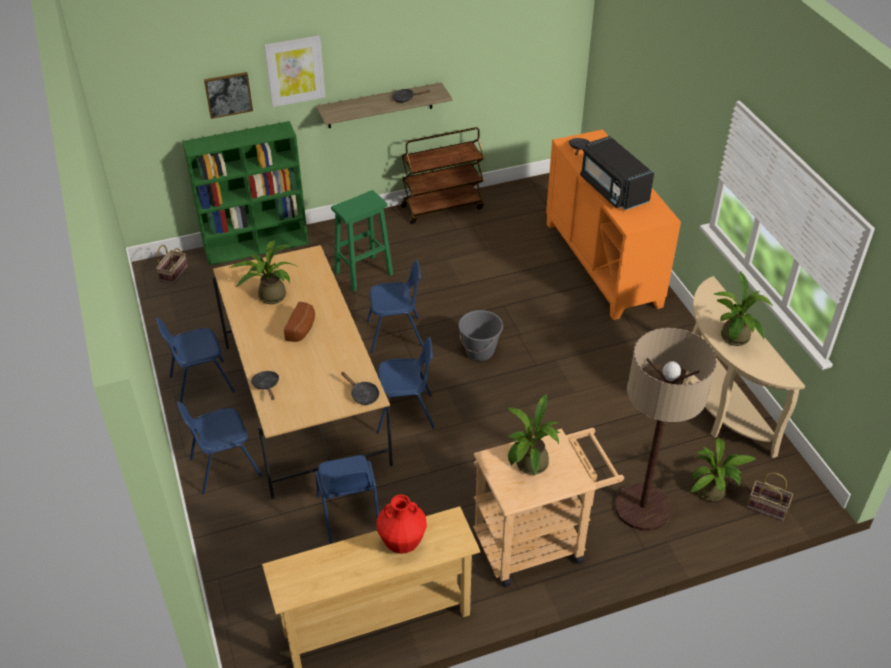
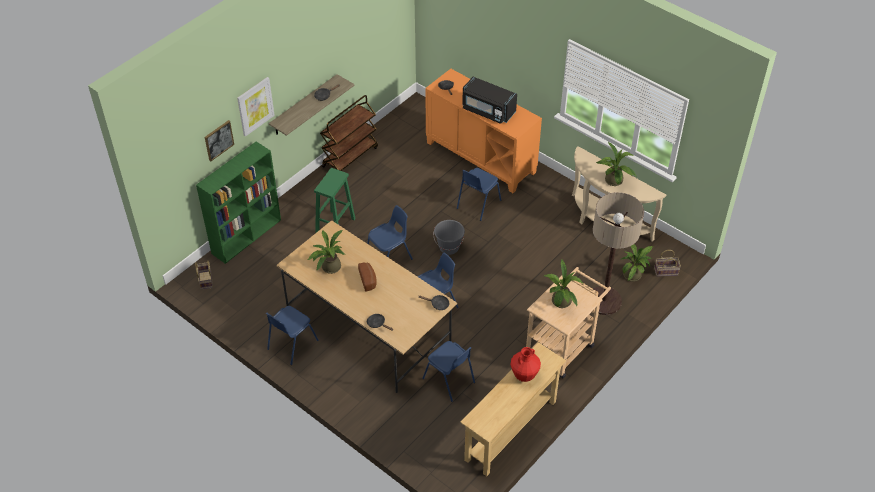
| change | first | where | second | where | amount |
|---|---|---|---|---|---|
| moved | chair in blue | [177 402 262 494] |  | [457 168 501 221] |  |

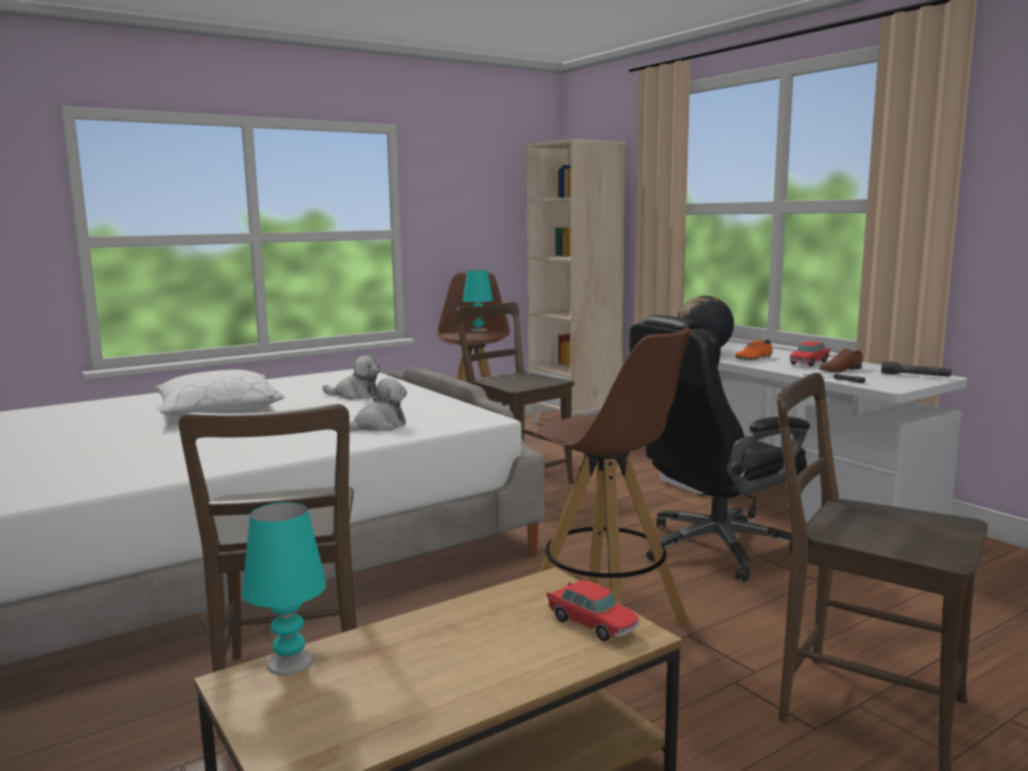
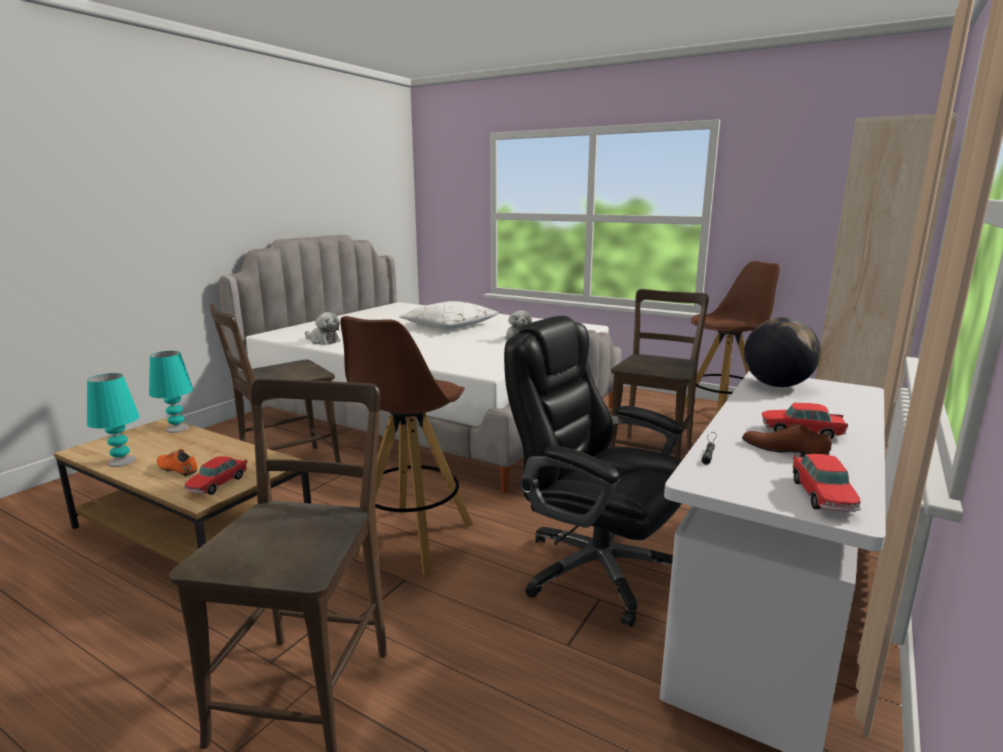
| change | first | where | second | where | amount |
|---|---|---|---|---|---|
| moved | table lamp in turquoise | [463 270 493 332] |  | [87 373 139 467] |  |
| moved | shoe in orange | [735 338 772 361] |  | [157 449 197 477] |  |
| moved | plush toy | [349 378 407 431] |  | [305 312 341 345] |  |
| replaced | flashlight in grey | [881 361 952 377] | toy car | [792 454 861 512] |  |

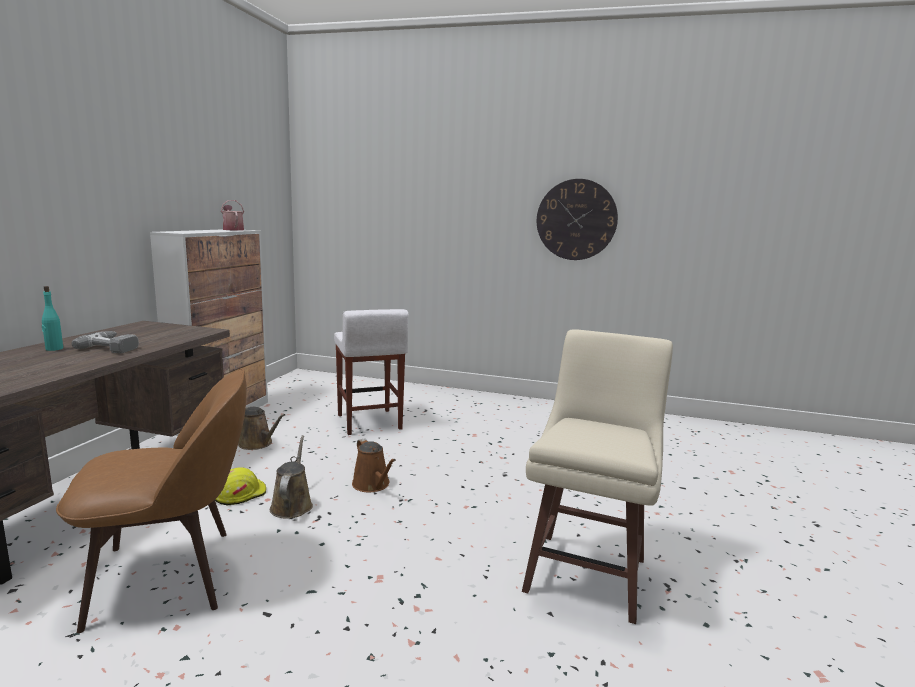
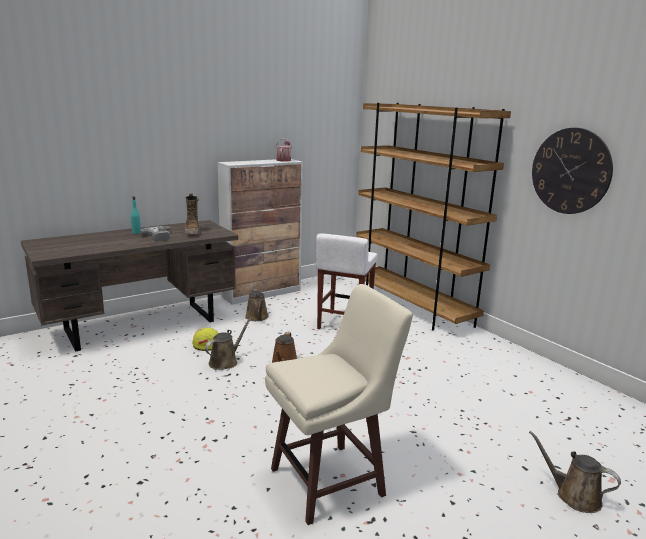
| change | first | where | second | where | amount |
|---|---|---|---|---|---|
| added |  |  | boot | [185 194 200 235] |  |
| added |  |  | bookcase in brown | [356 103 511 330] |  |
| added |  |  | watering can in brown | [529 431 621 513] |  |
| removed | chair in brown | [56 369 247 633] |  |  |  |

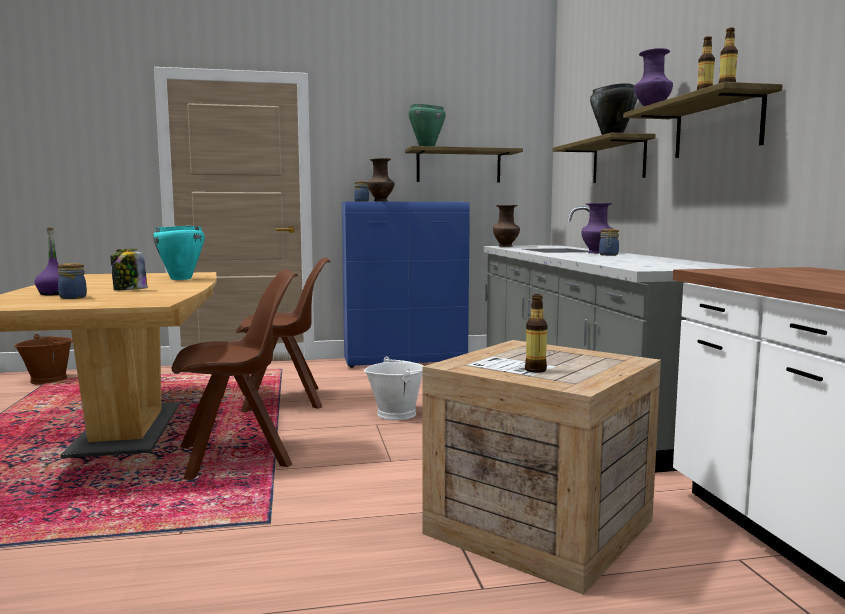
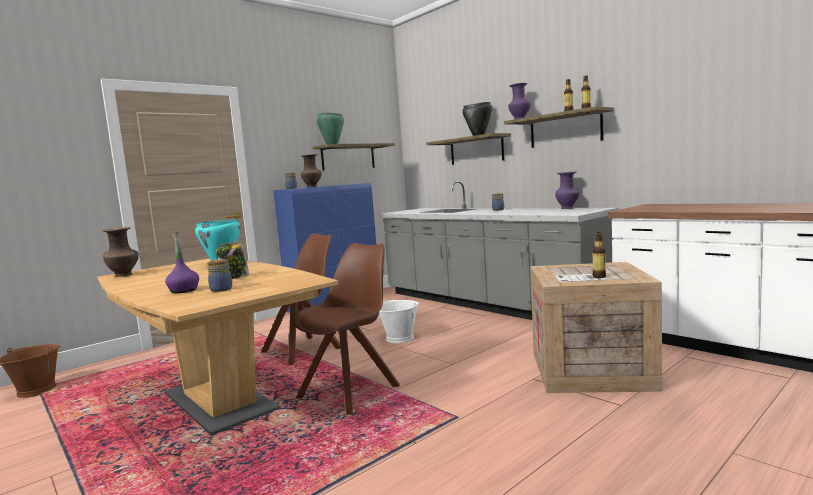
| change | first | where | second | where | amount |
|---|---|---|---|---|---|
| moved | vase in brown | [493 205 520 247] |  | [103 227 139 277] |  |
| moved | vase in purple | [581 203 613 254] |  | [555 172 580 209] |  |

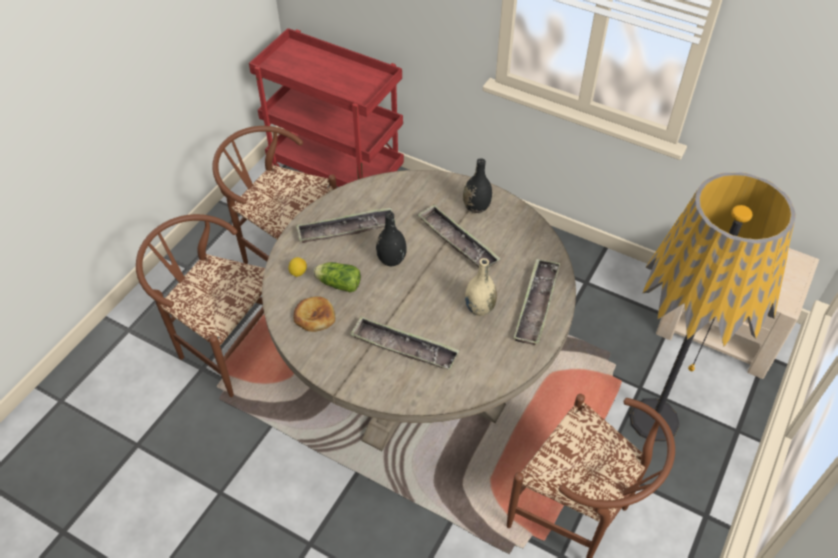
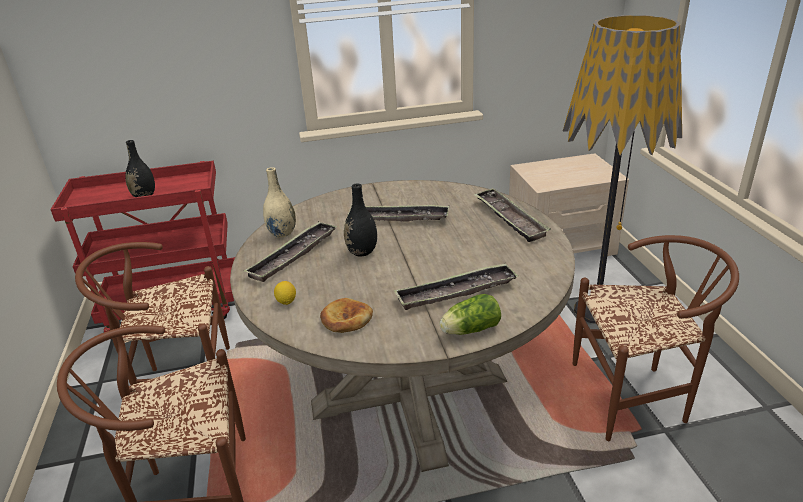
| change | first | where | second | where | amount |
|---|---|---|---|---|---|
| moved | vase in black | [463 158 492 213] |  | [126 140 155 197] |  |
| moved | vase in beige | [465 258 497 316] |  | [263 167 296 238] |  |
| moved | lettuce | [313 262 361 292] |  | [439 294 501 335] |  |

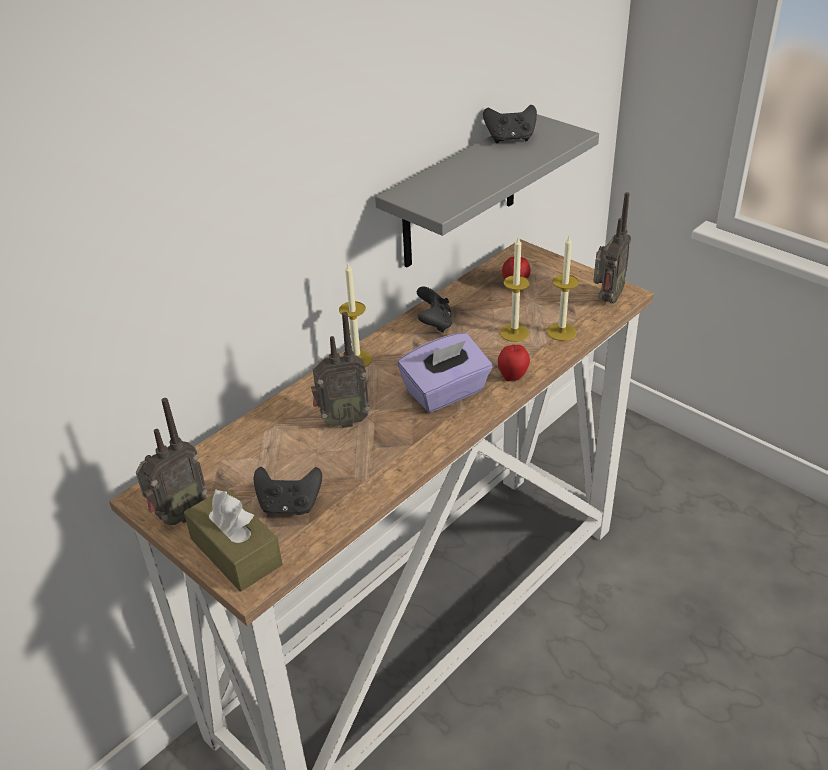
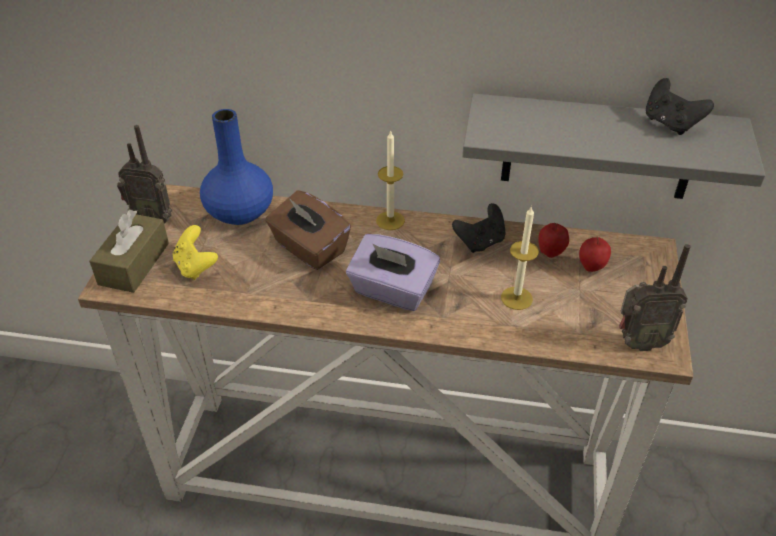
| change | first | where | second | where | amount |
|---|---|---|---|---|---|
| recoloured | game controller in black | [254 467 322 515] | game controller in yellow | [173 225 218 280] |  |
| added |  |  | vase in blue | [200 109 273 225] |  |
| replaced | radio | [311 312 370 428] | tissue box in brown | [265 190 351 270] |  |
| moved | apple | [498 345 530 381] |  | [539 223 569 258] |  |
| removed | candle | [547 236 579 341] |  |  |  |

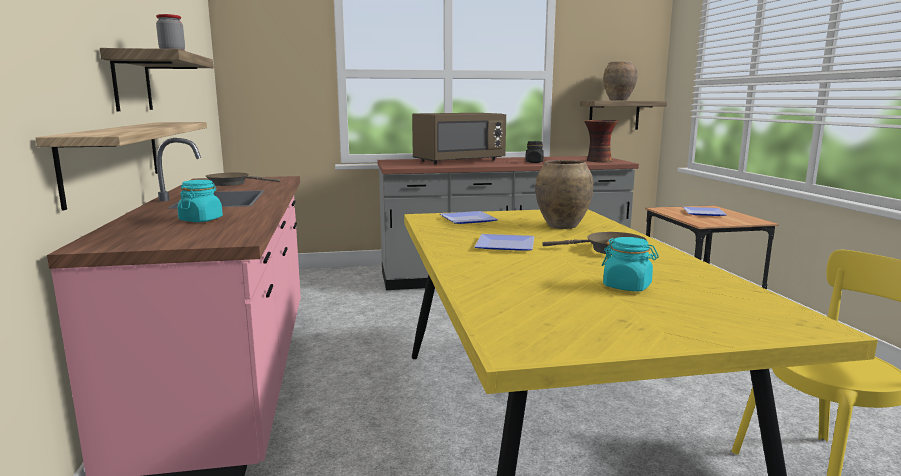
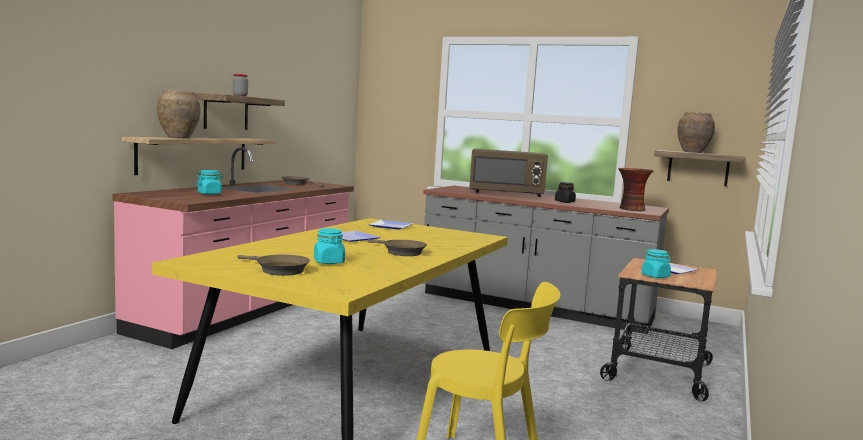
| change | first | where | second | where | amount |
|---|---|---|---|---|---|
| moved | vase in brown | [535 160 594 229] |  | [157 90 201 138] |  |
| added |  |  | frying pan in brown | [237 254 310 276] |  |
| added |  |  | jar in turquoise | [641 249 671 278] |  |

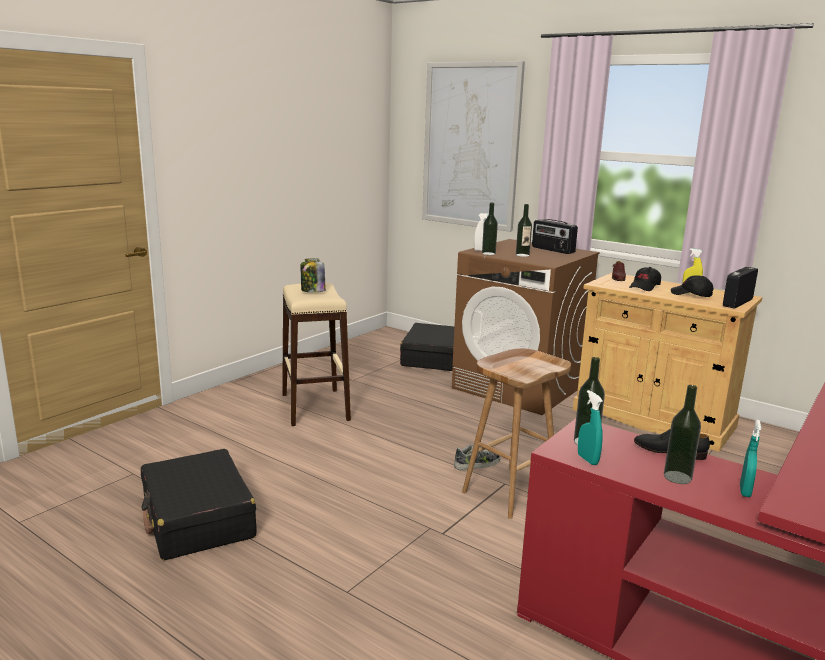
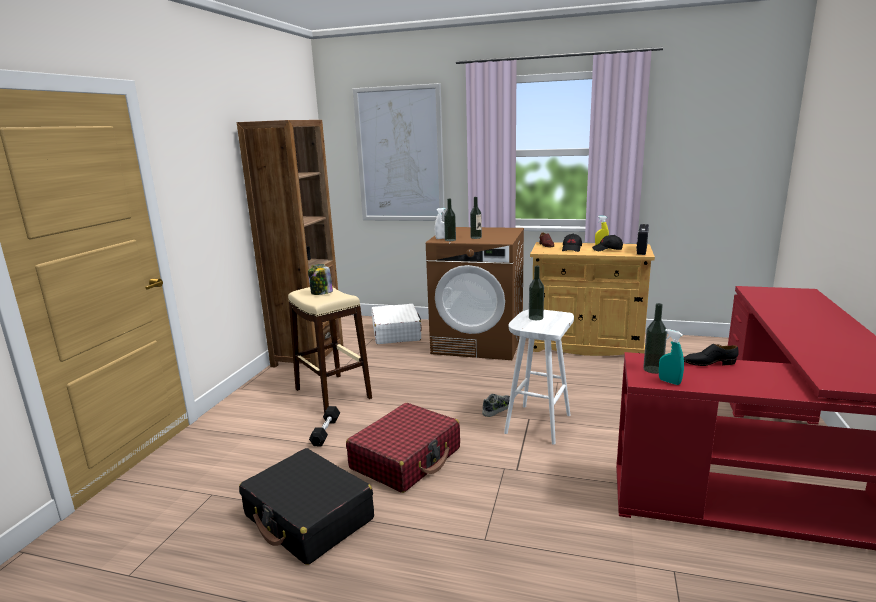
| change | first | where | second | where | amount |
|---|---|---|---|---|---|
| added |  |  | bookcase in brown | [237 120 343 368] |  |
| added |  |  | dumbbell in black | [309 406 340 447] |  |
| added |  |  | suitcase in red | [346 403 460 493] |  |
| recoloured | suitcase in black | [400 323 454 371] | suitcase in white | [371 304 422 344] |  |
| recoloured | stool in brown | [462 348 571 519] | stool in white | [504 310 574 445] |  |
| moved | bottle | [664 385 701 484] |  | [529 266 544 320] |  |
| removed | radio | [532 219 578 254] |  |  |  |
| removed | spray bottle in turquoise | [740 420 761 497] |  |  |  |

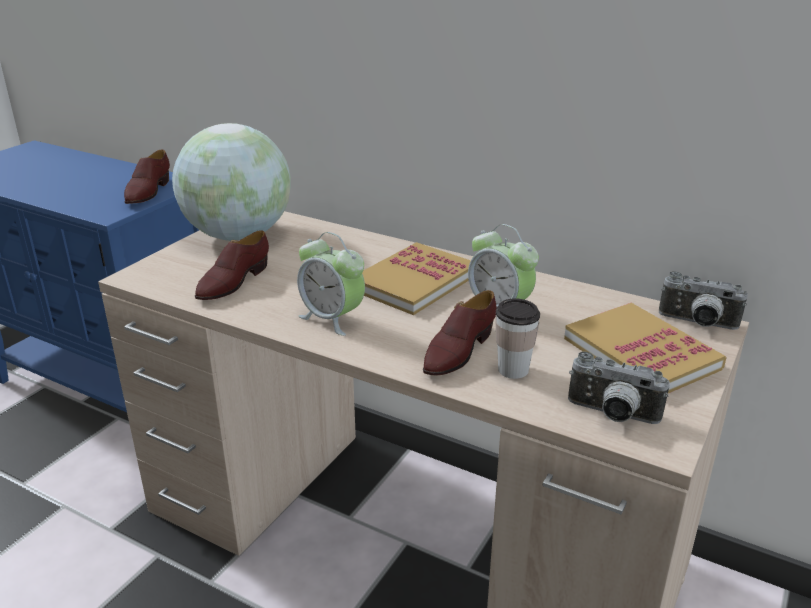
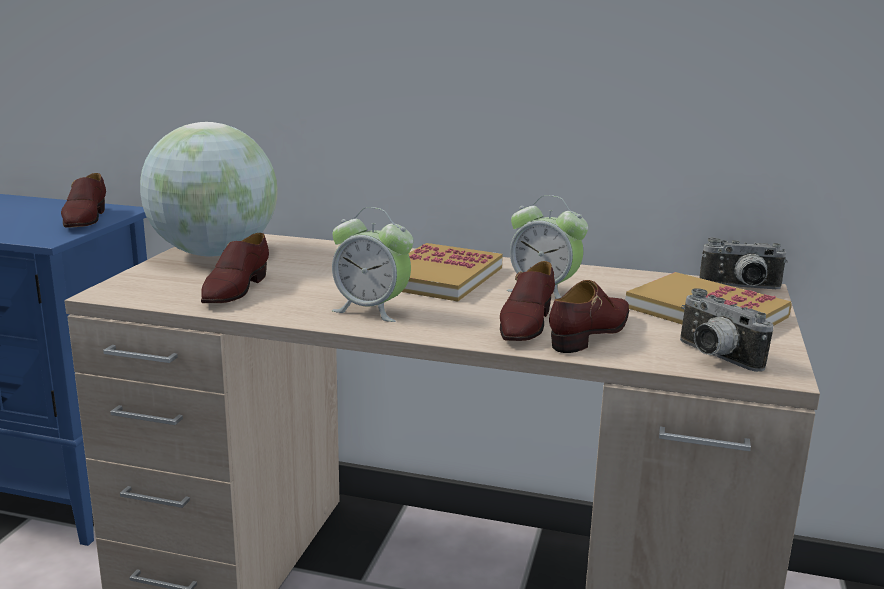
| change | first | where | second | where | amount |
|---|---|---|---|---|---|
| replaced | cup | [495 298 540 379] | shoe in brown | [549 280 629 353] |  |
| turned | photo camera | [568 351 670 424] |  | [680 288 773 372] | 45 degrees clockwise |

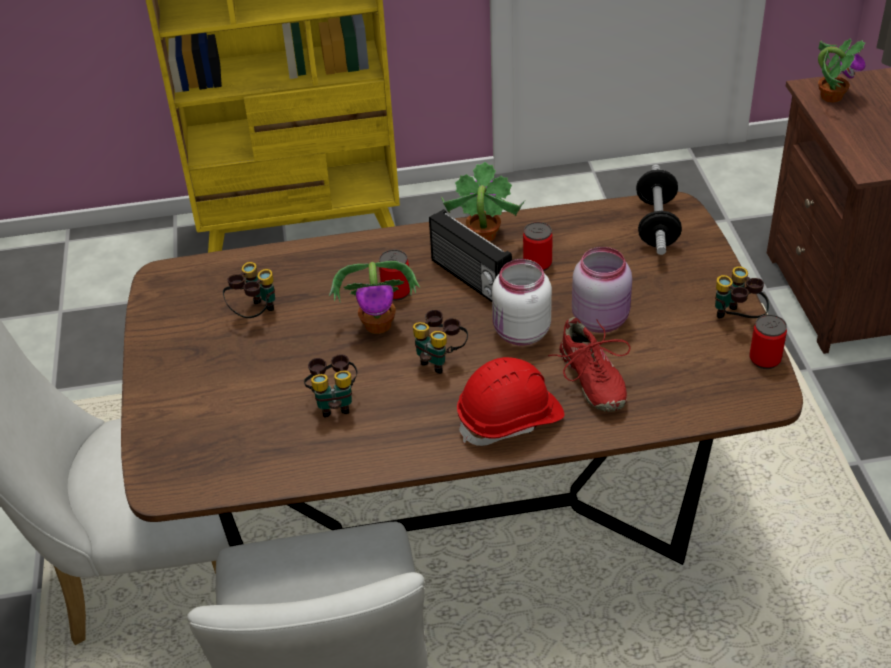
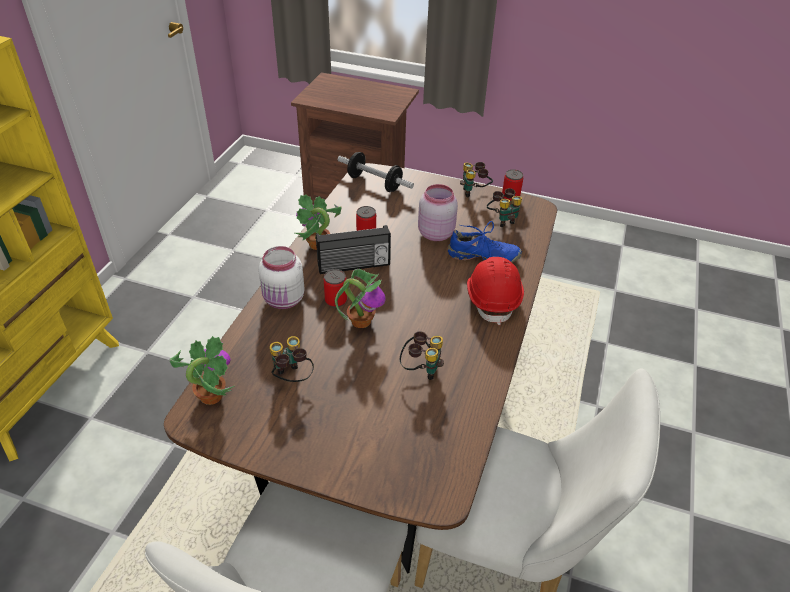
| change | first | where | second | where | amount |
|---|---|---|---|---|---|
| moved | potted plant | [818 39 866 102] |  | [169 336 234 405] |  |
| moved | jar in white | [492 259 552 345] |  | [258 246 305 309] |  |
| recoloured | shoe in red | [548 317 631 412] | shoe in blue | [448 221 522 262] |  |
| moved | binoculars | [413 310 468 374] |  | [487 188 522 227] |  |

